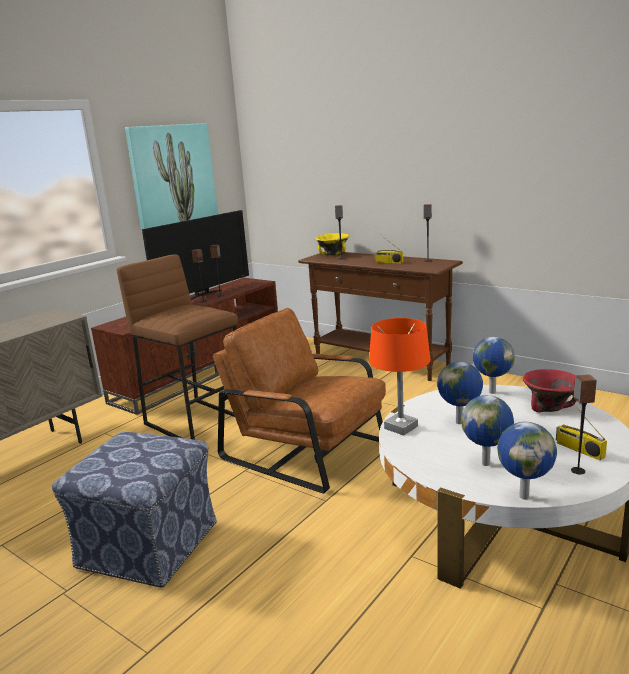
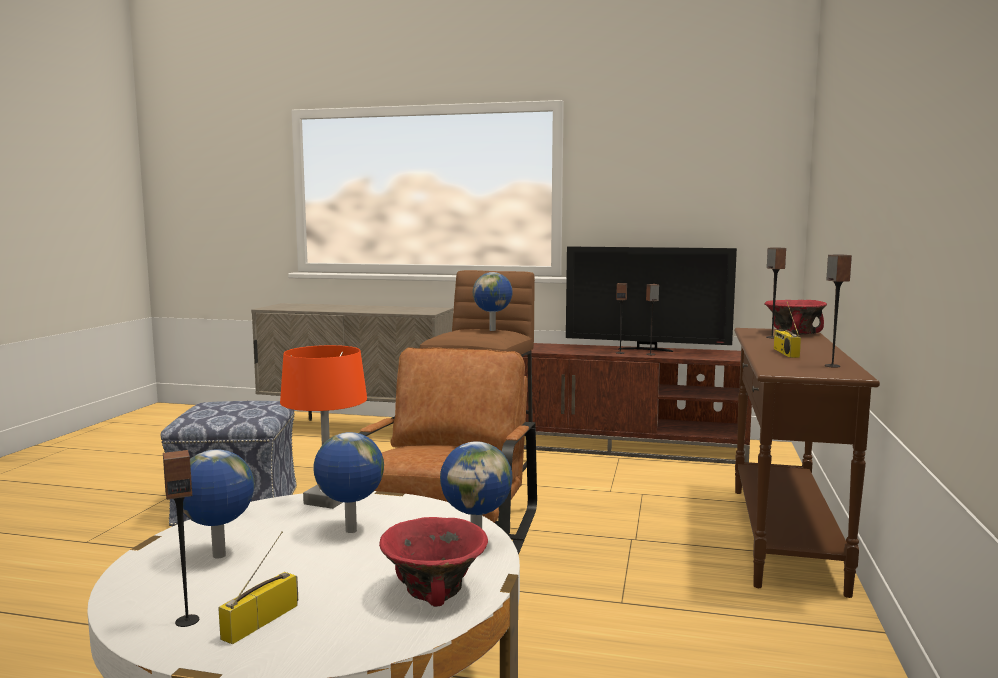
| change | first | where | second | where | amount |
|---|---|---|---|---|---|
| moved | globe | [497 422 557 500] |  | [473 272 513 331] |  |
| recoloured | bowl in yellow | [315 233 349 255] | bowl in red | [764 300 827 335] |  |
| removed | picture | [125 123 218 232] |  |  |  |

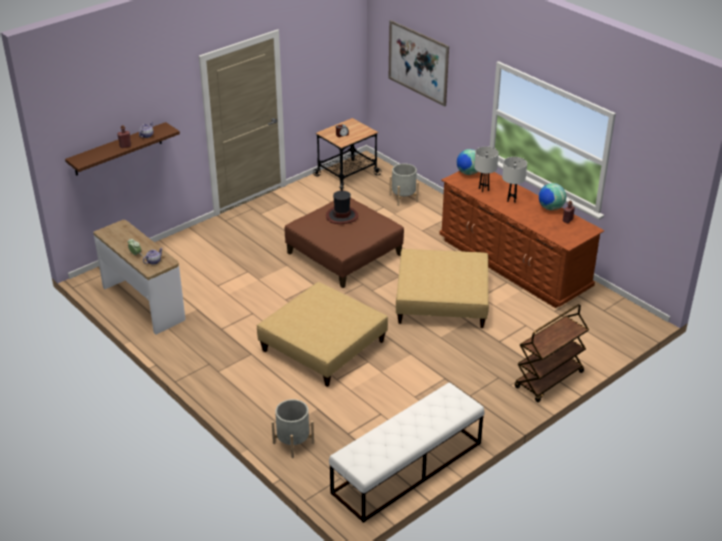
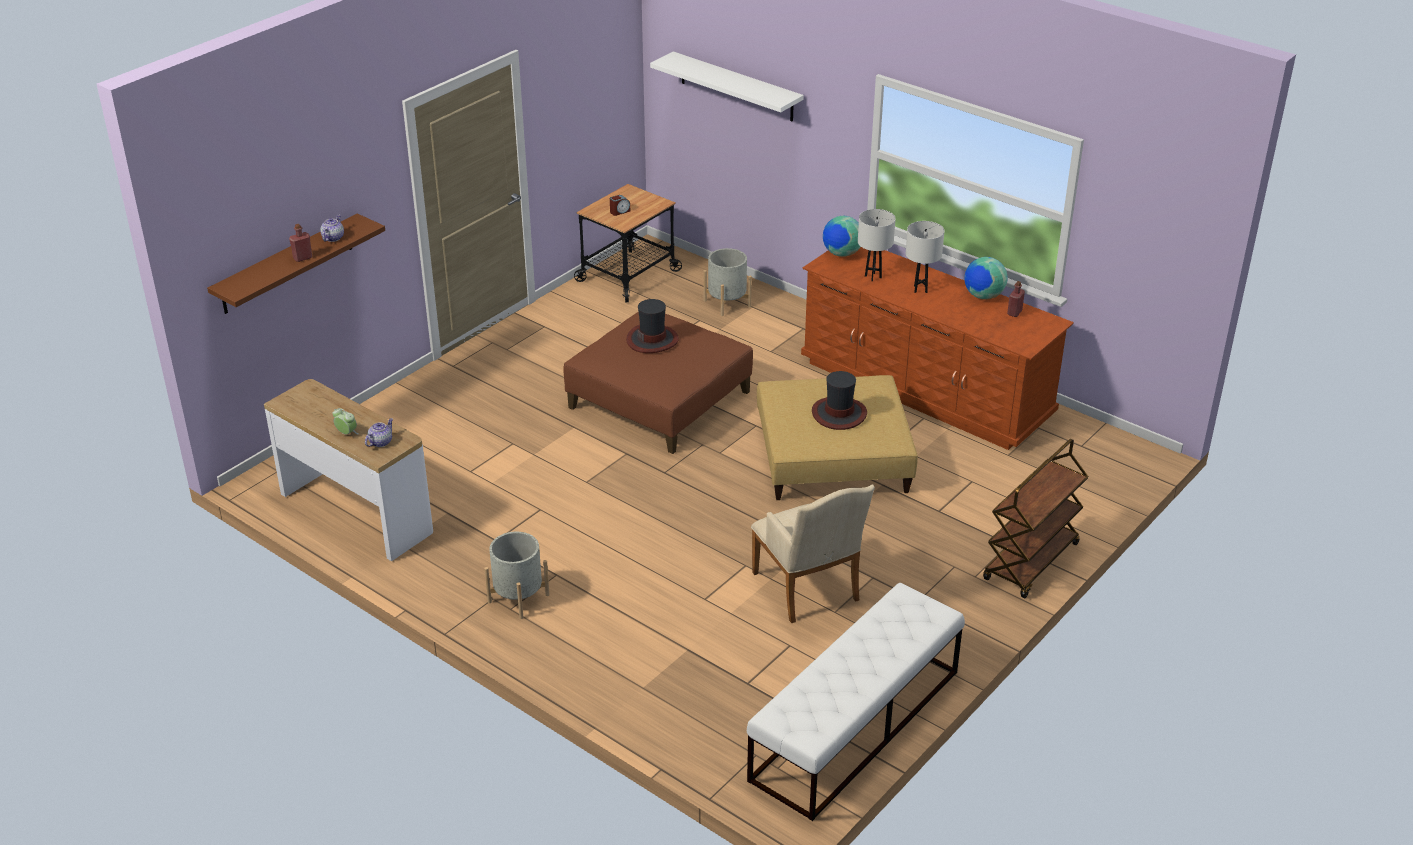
| change | first | where | second | where | amount |
|---|---|---|---|---|---|
| moved | planter in grey | [272 399 314 458] |  | [484 532 550 619] |  |
| replaced | picture | [389 20 449 106] | shelf in white | [650 52 804 122] |  |
| added |  |  | armchair in beige | [751 484 875 623] |  |
| added |  |  | hat | [812 371 867 430] |  |
| removed | ottoman in beige | [257 282 388 387] |  |  |  |

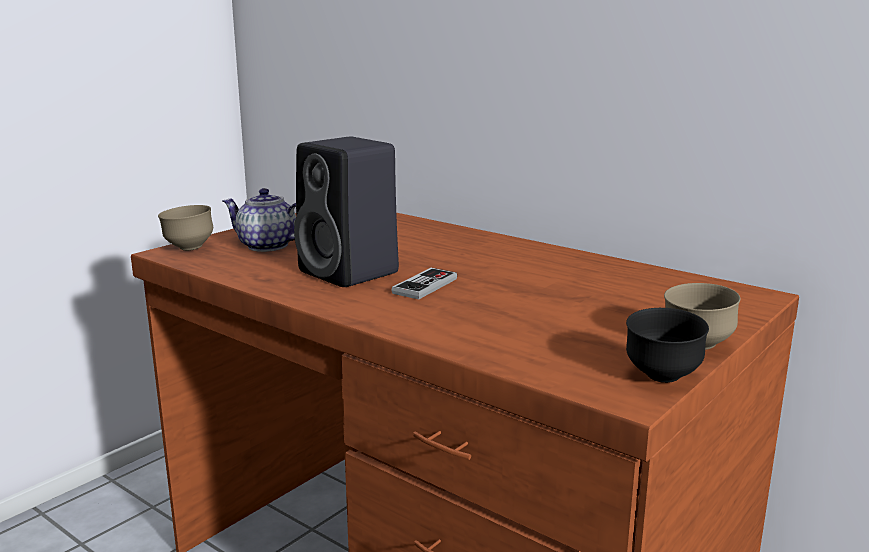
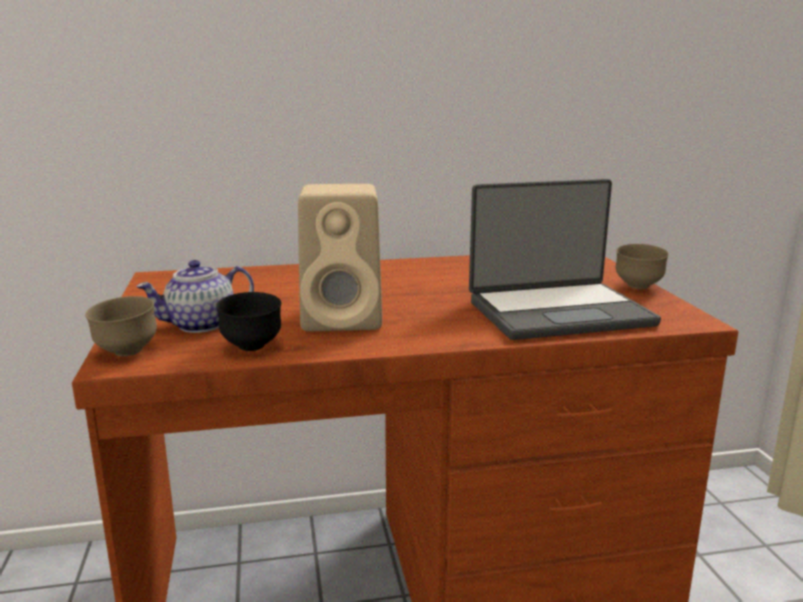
| change | first | where | second | where | amount |
|---|---|---|---|---|---|
| moved | bowl in black | [626 308 709 383] |  | [216 292 281 351] |  |
| recoloured | speaker in black | [294 136 399 287] | speaker in beige | [298 184 382 331] |  |
| added |  |  | laptop | [469 179 661 340] |  |
| removed | game controller | [392 268 457 299] |  |  |  |

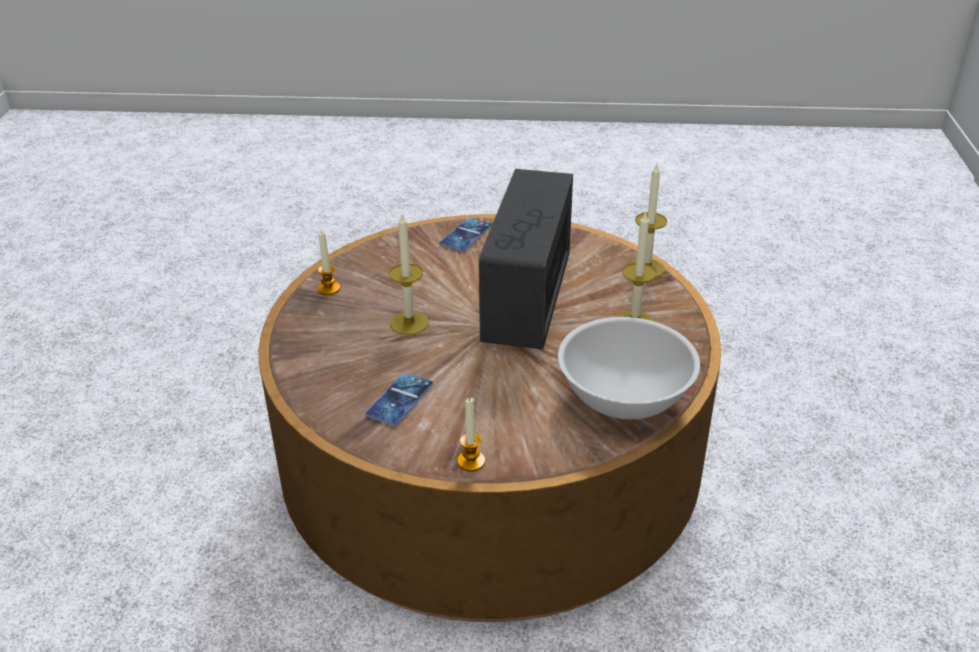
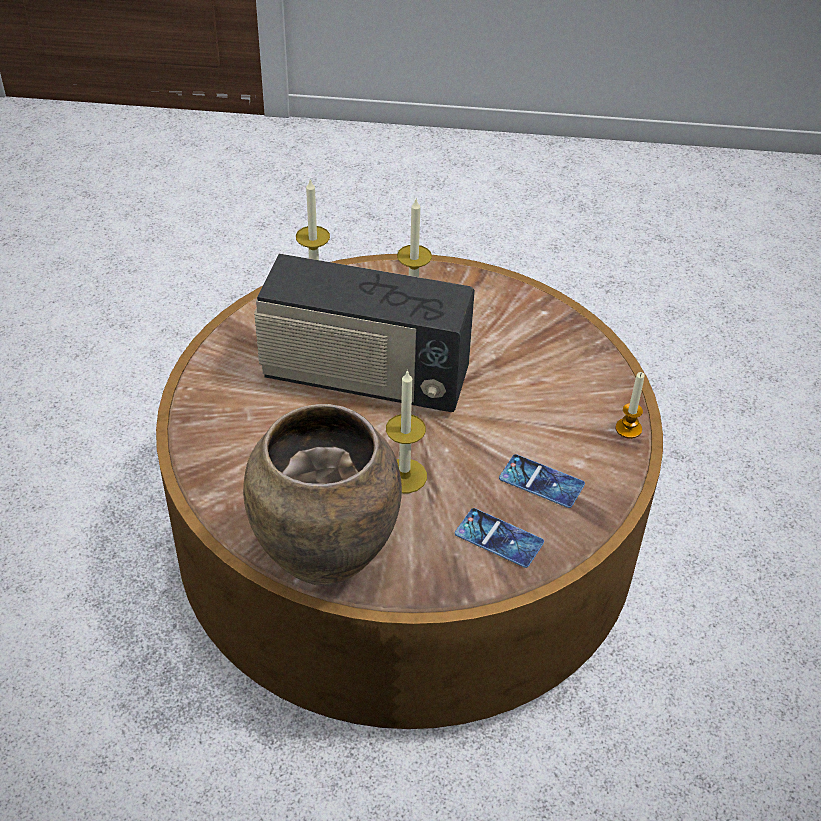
| change | first | where | second | where | amount |
|---|---|---|---|---|---|
| replaced | candle | [317 231 340 295] | vase in brown | [243 404 402 586] |  |
| moved | phone | [439 218 492 251] |  | [455 508 544 568] |  |
| removed | bowl in white | [558 317 700 419] |  |  |  |

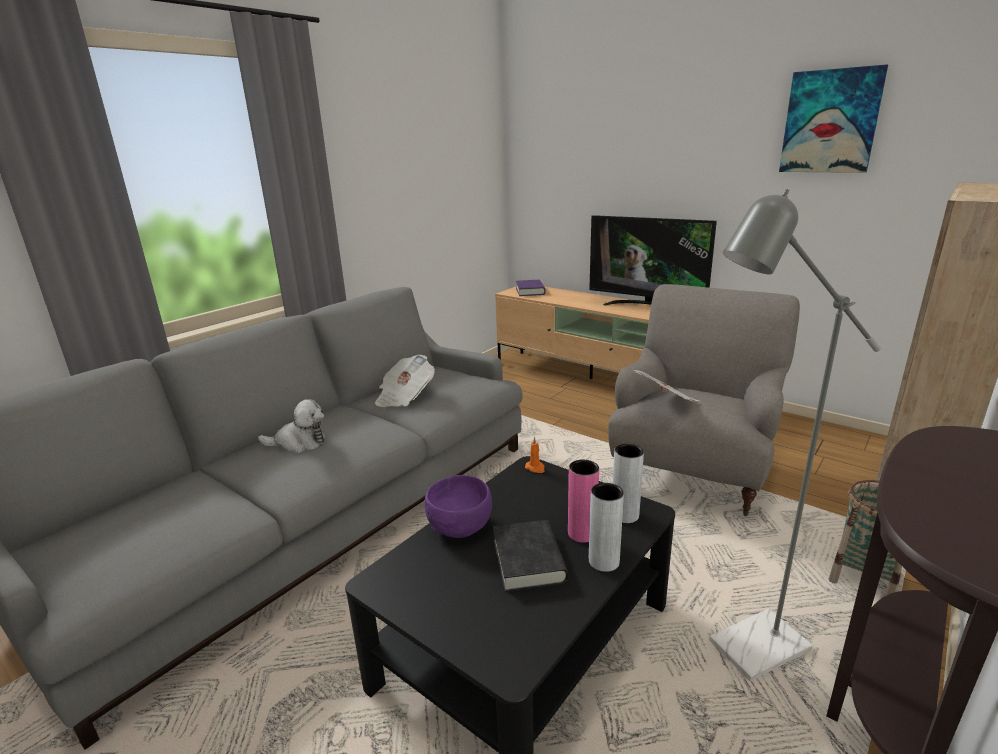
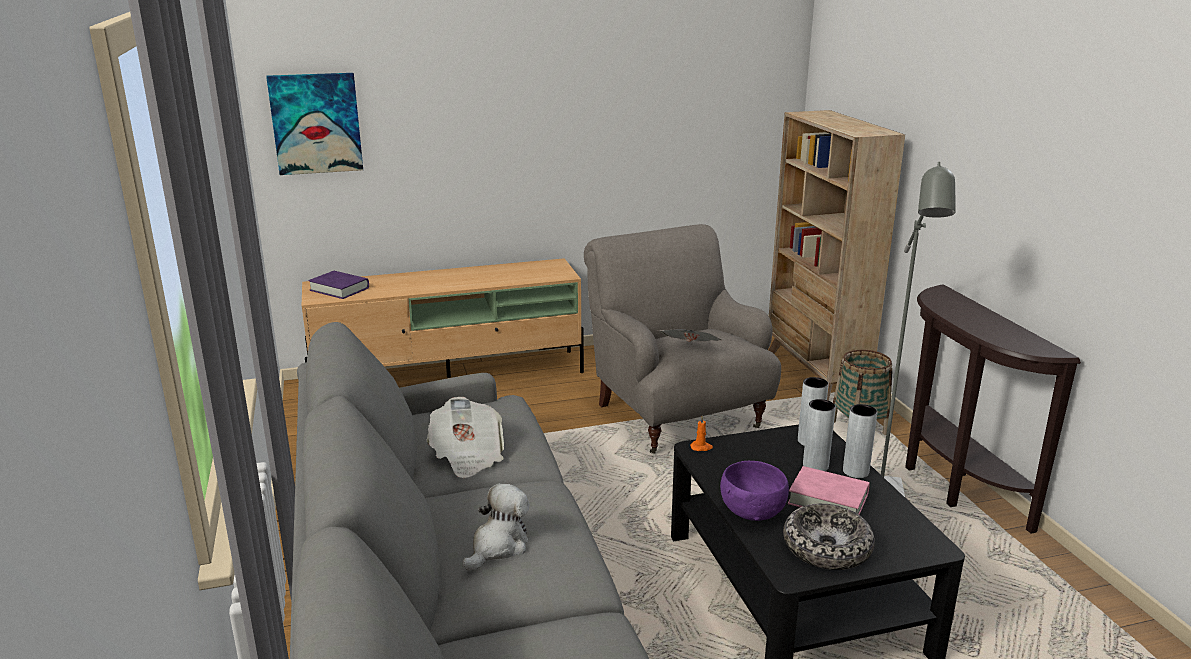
| change | first | where | second | where | amount |
|---|---|---|---|---|---|
| moved | picture | [779 64 888 173] |  | [266 73 363 175] |  |
| added |  |  | bowl | [783 503 875 570] |  |
| recoloured | book in black | [493 520 568 592] | book in pink | [788 466 870 515] |  |
| recoloured | vase in pink | [568 460 599 543] | vase in grey | [803 399 836 471] |  |
| removed | television | [589 215 717 305] |  |  |  |

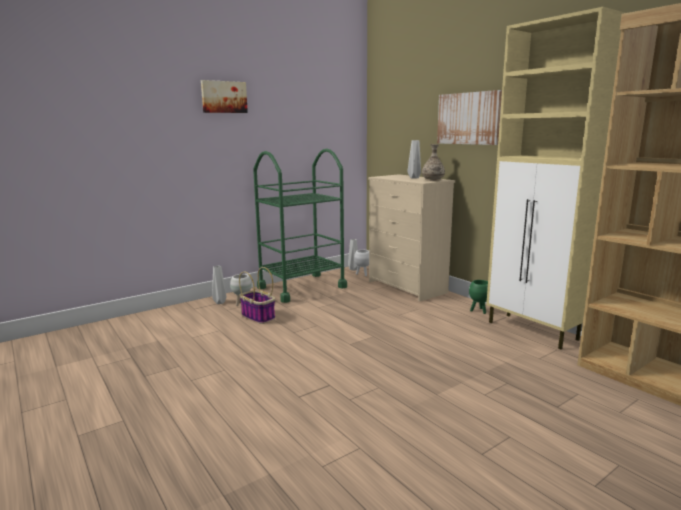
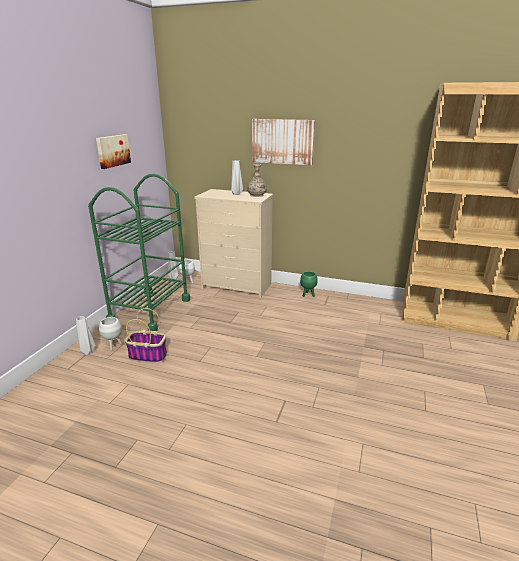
| change | first | where | second | where | amount |
|---|---|---|---|---|---|
| moved | picture | [201 80 248 113] |  | [96 134 131 169] |  |
| removed | cabinet in beige | [486 7 625 349] |  |  |  |

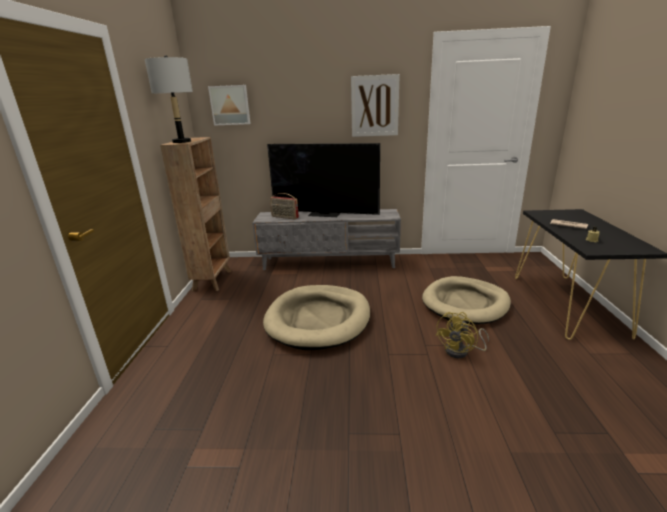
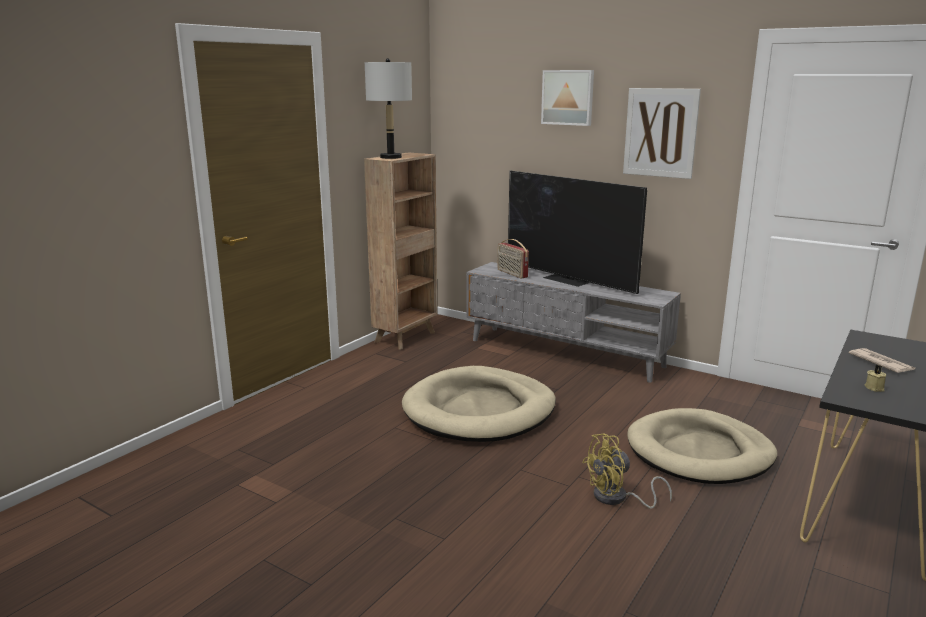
| change | first | where | second | where | amount |
|---|---|---|---|---|---|
| moved | picture | [208 85 251 126] |  | [541 70 594 126] |  |

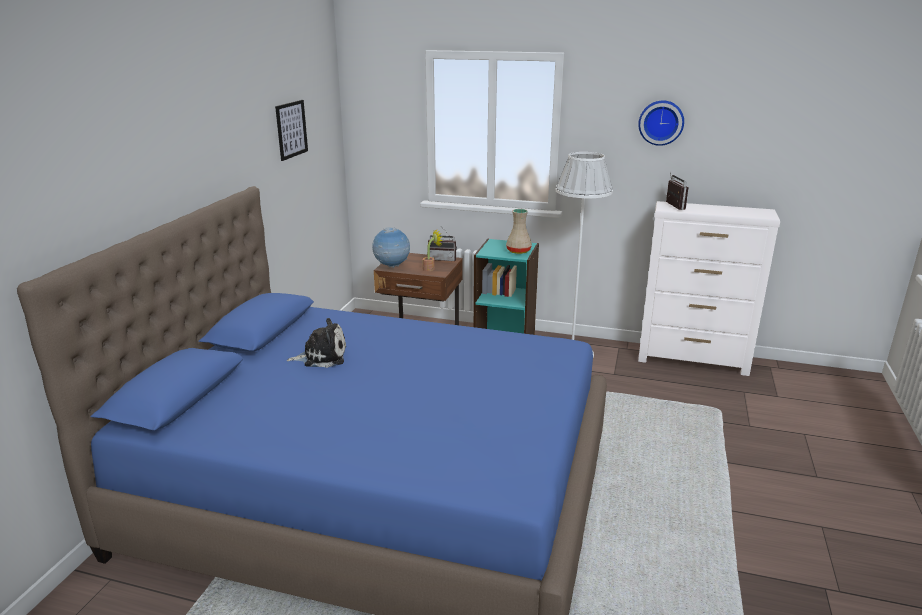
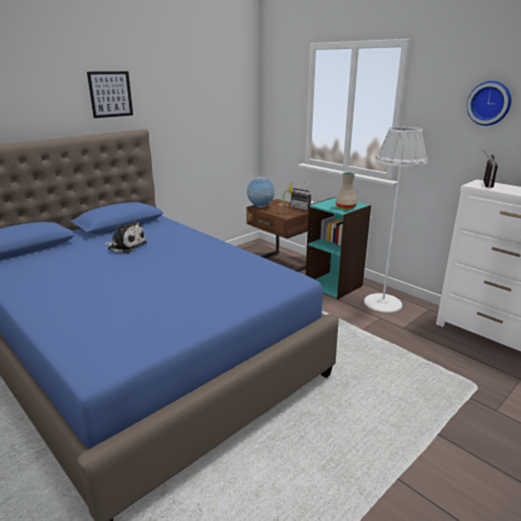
| change | first | where | second | where | amount |
|---|---|---|---|---|---|
| moved | picture | [275 100 308 161] |  | [87 71 133 118] |  |

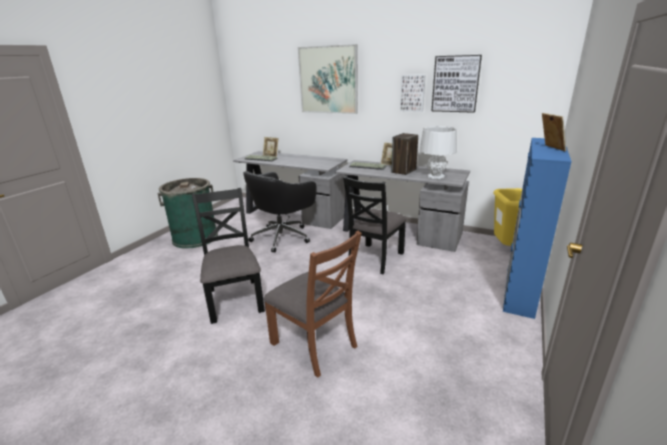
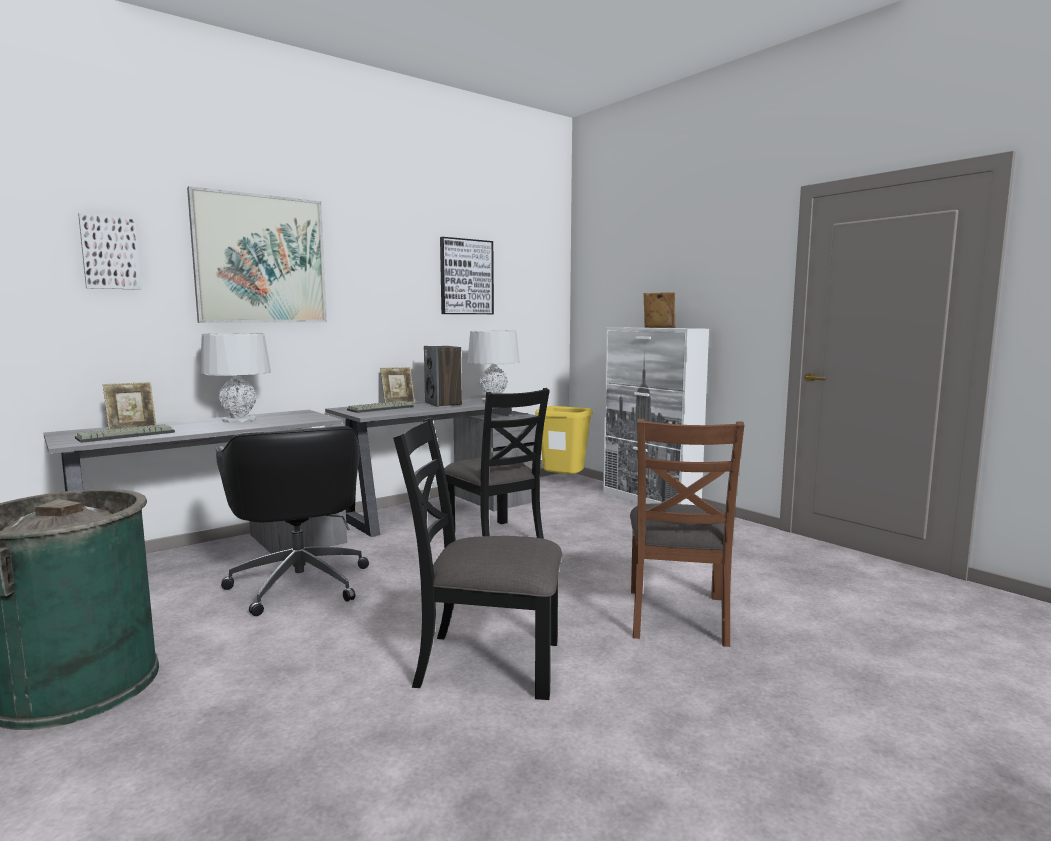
| change | first | where | second | where | amount |
|---|---|---|---|---|---|
| moved | picture | [400 75 426 112] |  | [78 213 142 290] |  |
| added |  |  | table lamp in grey | [200 333 271 423] |  |
| recoloured | cabinet in blue | [503 138 572 319] | cabinet in white | [603 328 709 505] |  |
| turned | chair in brown | [263 231 362 378] |  | [630 419 744 647] | 120 degrees clockwise |

